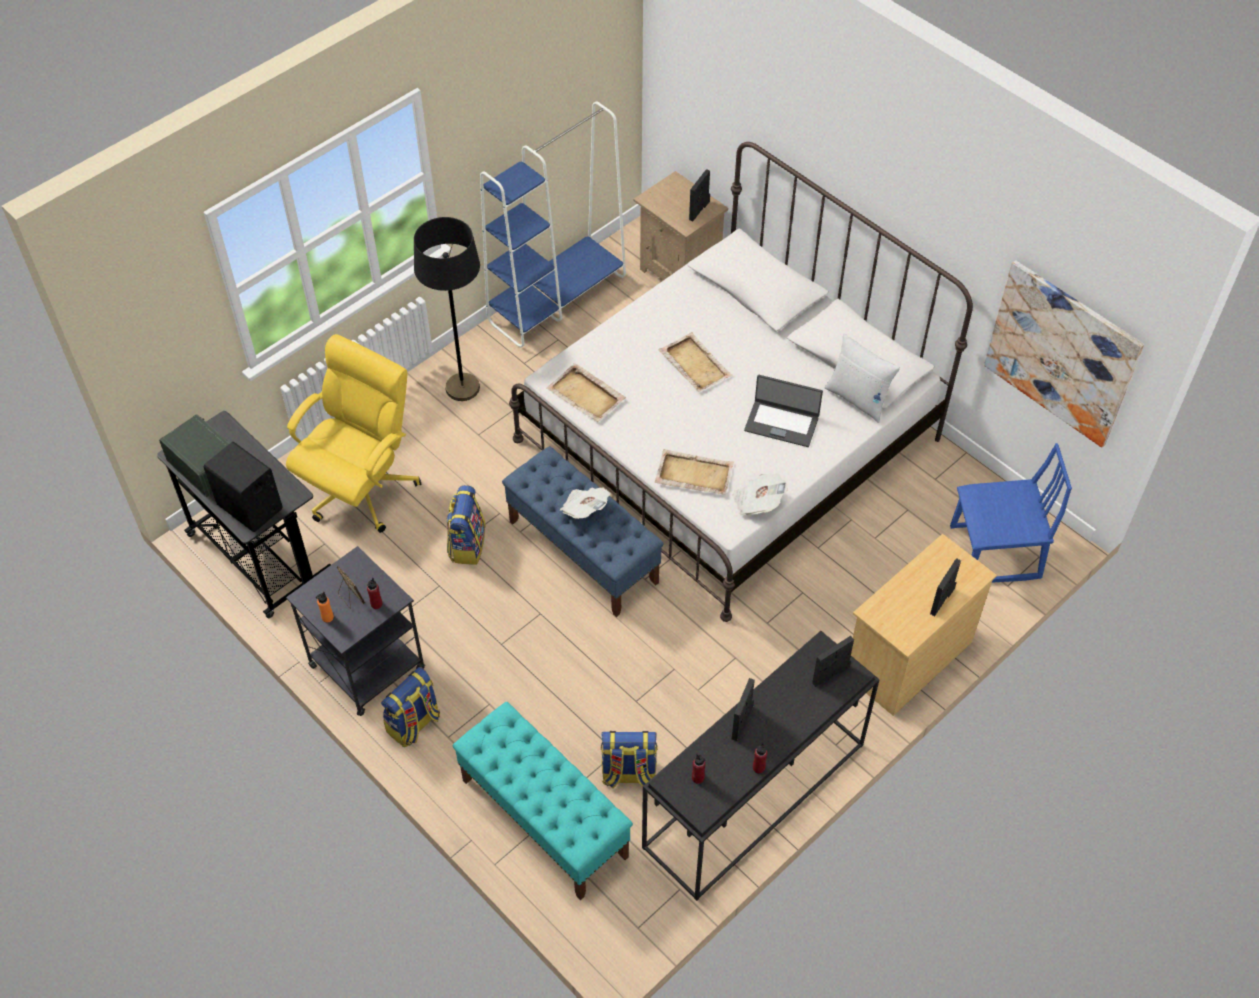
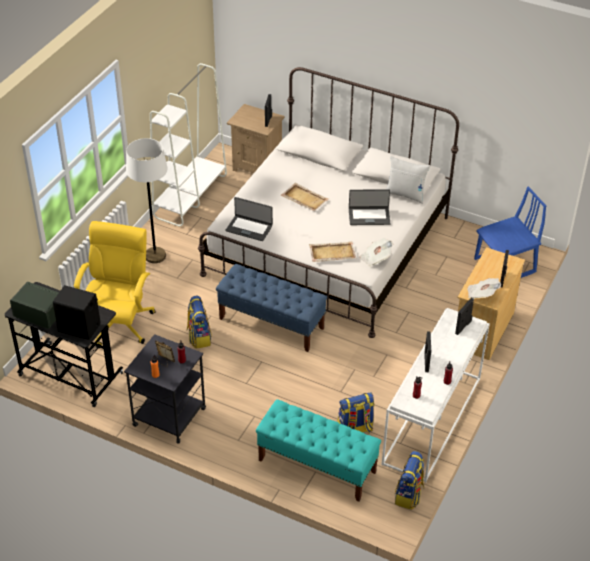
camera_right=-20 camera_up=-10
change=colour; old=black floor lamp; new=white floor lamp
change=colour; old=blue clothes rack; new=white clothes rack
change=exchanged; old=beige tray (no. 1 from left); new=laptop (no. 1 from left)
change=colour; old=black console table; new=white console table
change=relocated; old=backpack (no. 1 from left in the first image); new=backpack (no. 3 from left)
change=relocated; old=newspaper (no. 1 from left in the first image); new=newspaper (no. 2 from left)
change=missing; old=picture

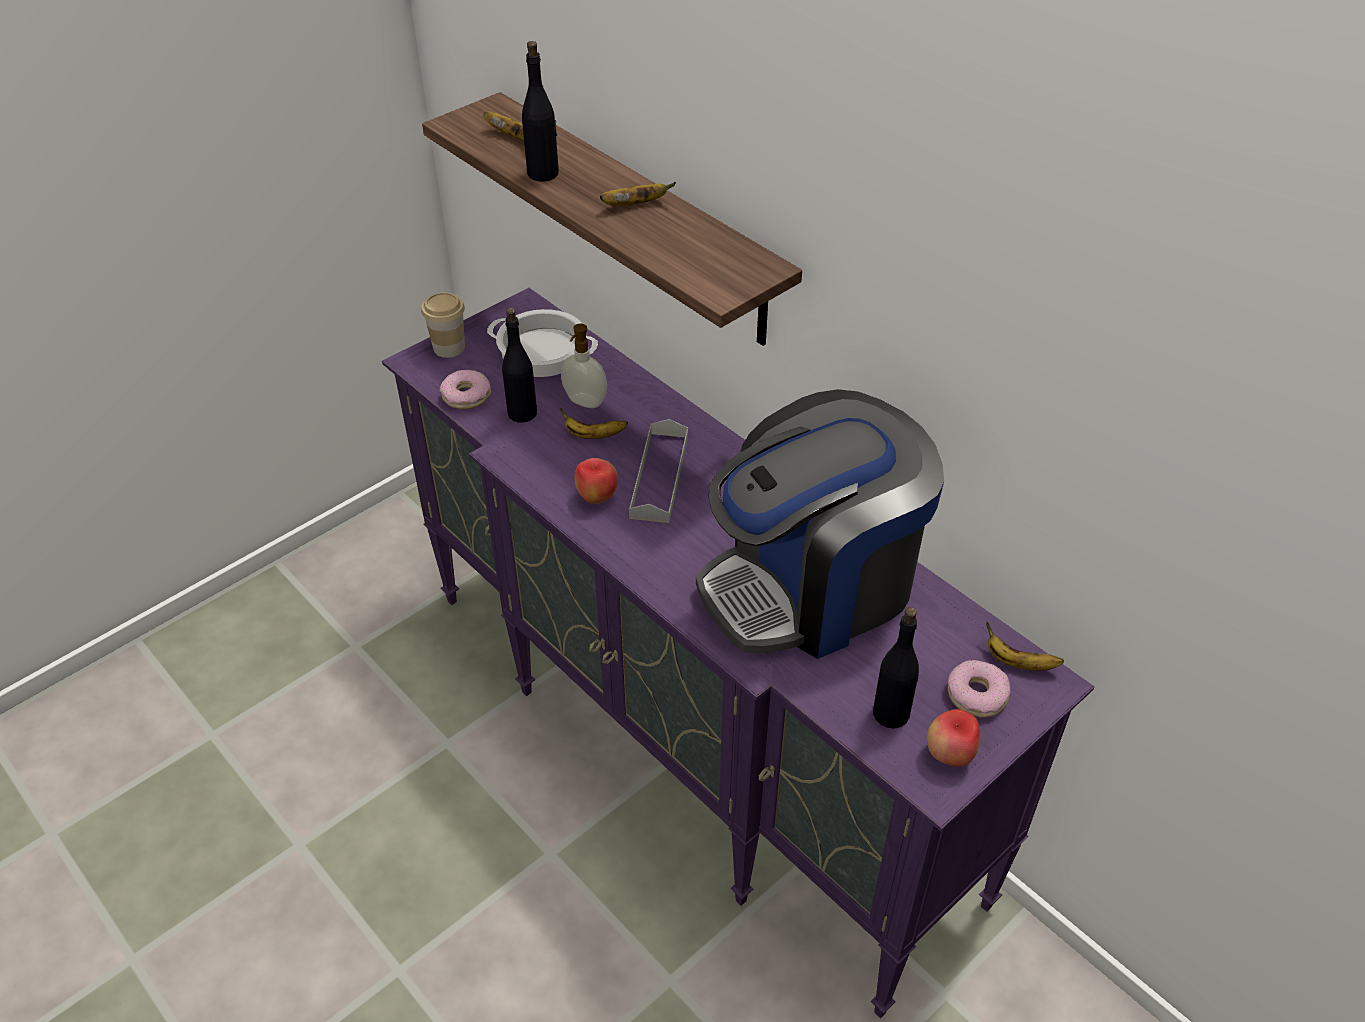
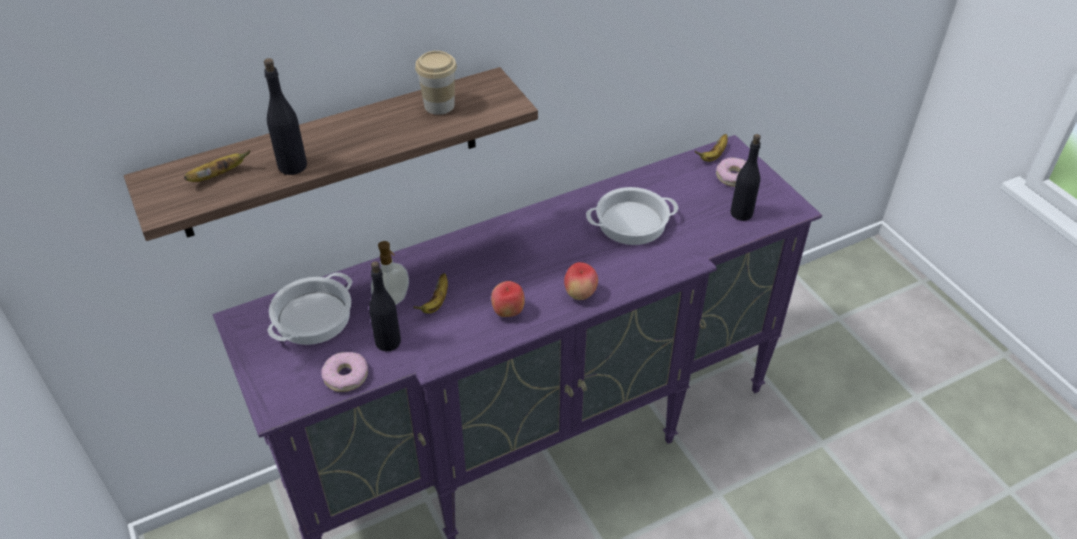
camera_right=-75 camera_up=0
change=relocated; old=cup
change=relocated; old=apple (no. 2 from left)
change=exchanged; old=coffee machine; new=cooking pot (no. 2 from left)
change=missing; old=banana (no. 3 from left)
change=missing; old=grey tray

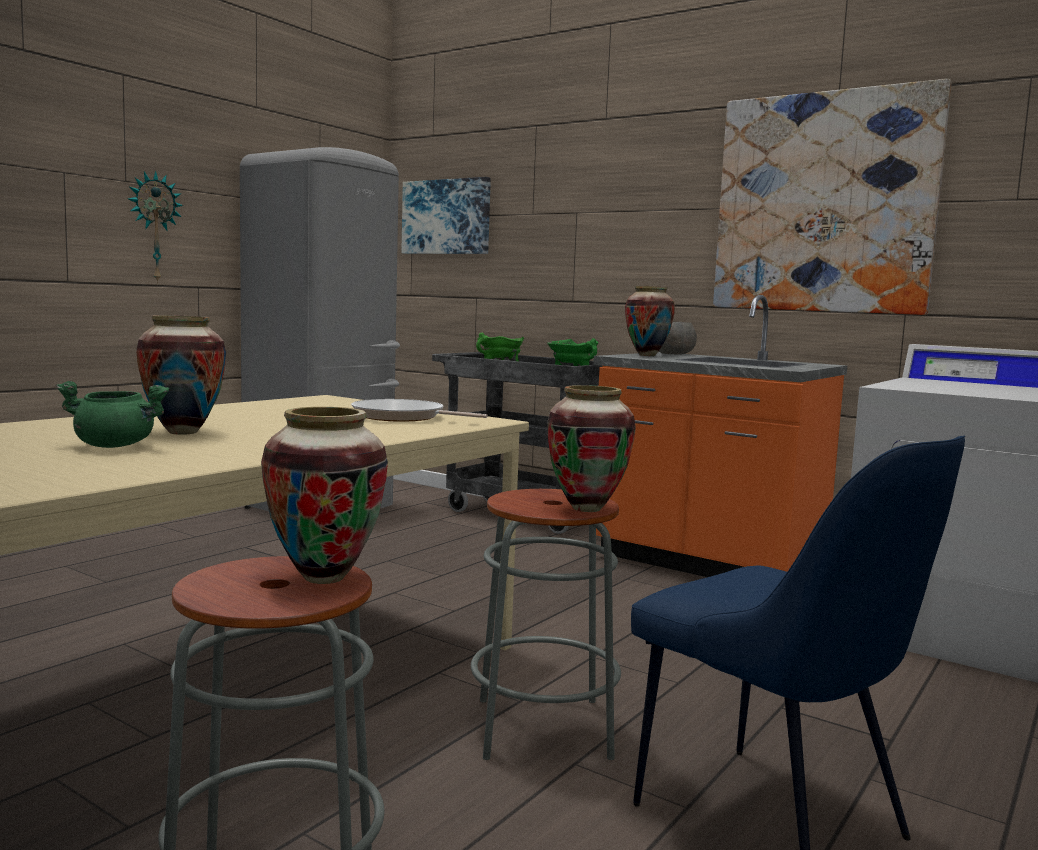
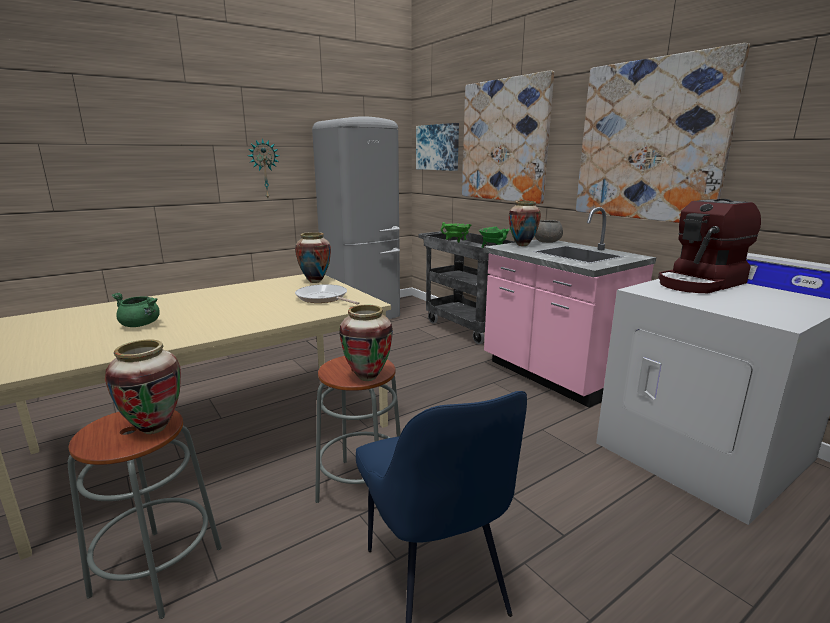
camera_right=20 camera_up=10
change=relocated; old=vase (no. 1 from left in the first image); new=vase (no. 2 from left)
change=appeared; new=picture (no. 2 from left)
change=colour; old=orange counter; new=pink counter
change=appeared; new=coffee machine

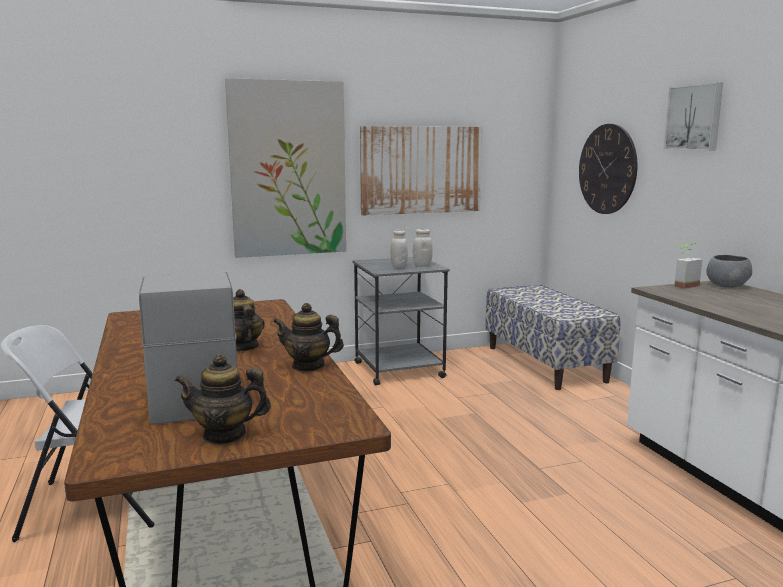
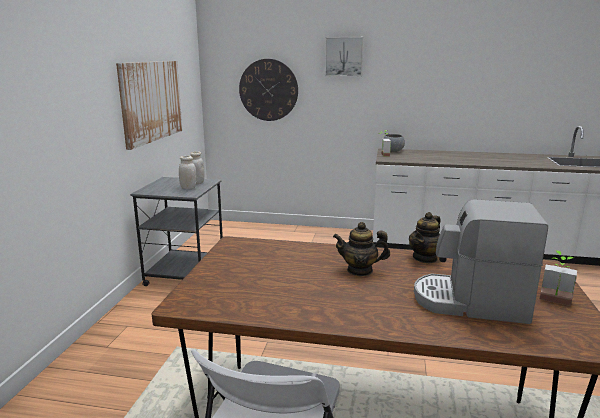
camera_right=-60 camera_up=5
change=exchanged; old=teapot (no. 1 from left); new=potted plant (no. 2 from left)
change=missing; old=picture (no. 1 from left)
change=missing; old=bench

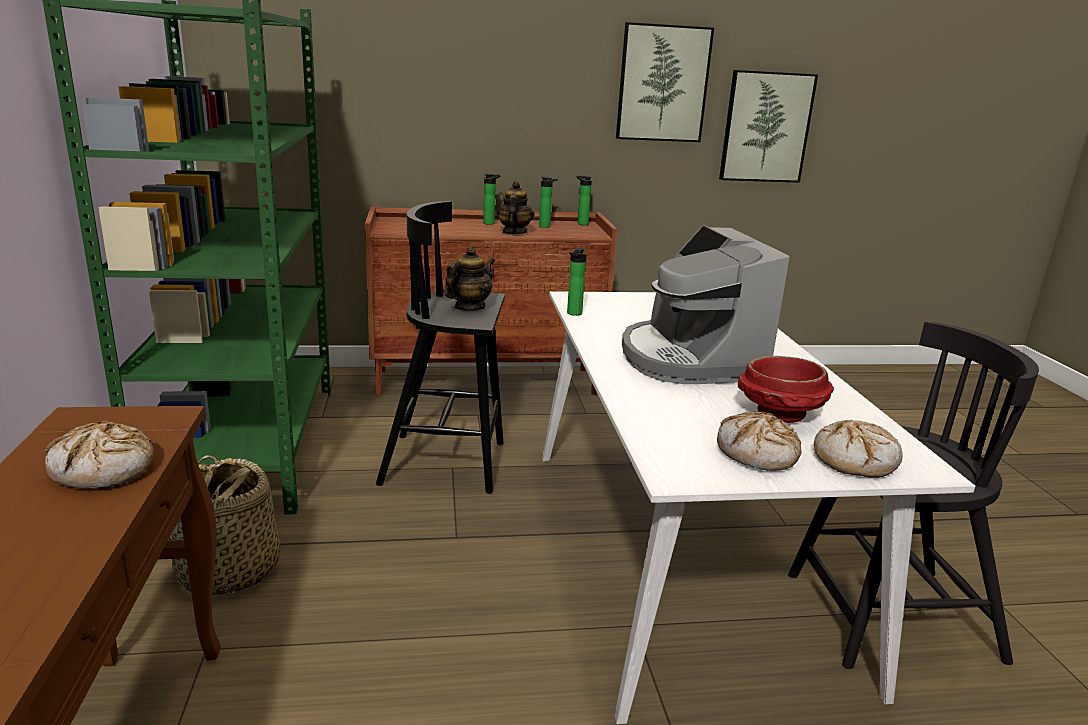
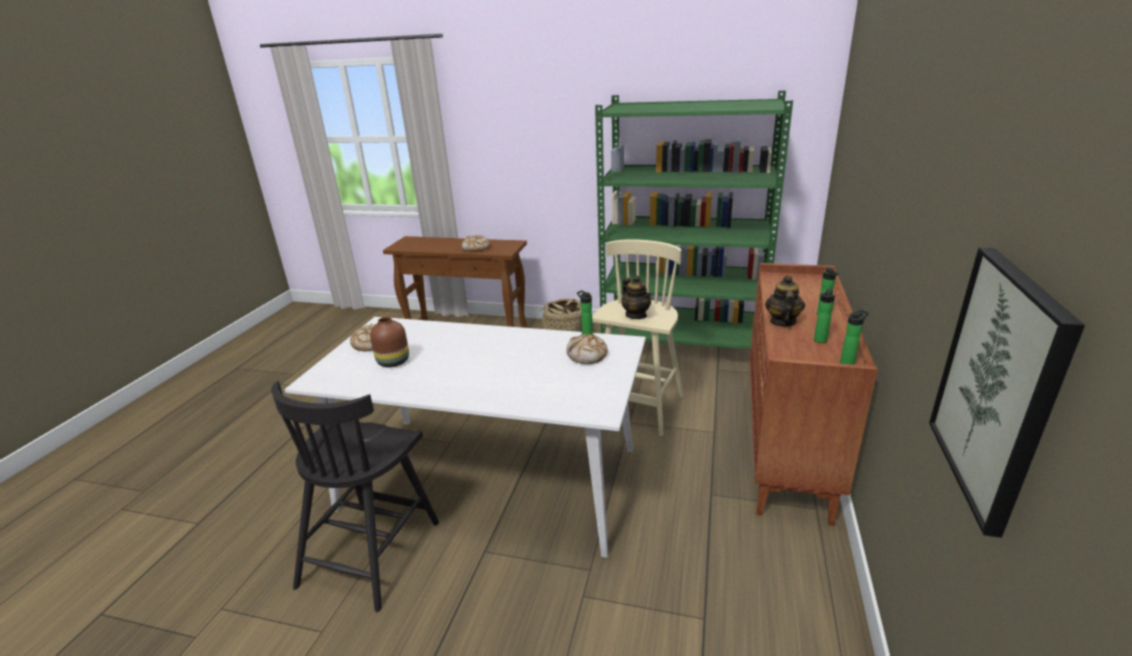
camera_right=115 camera_up=5
change=exchanged; old=red bowl; new=brown vase
change=relocated; old=bread (no. 3 from left)
change=colour; old=black stool; new=beige stool
change=spun; old=teapot (no. 2 from left); degrees=-105
change=missing; old=picture (no. 1 from left)
change=missing; old=coffee machine

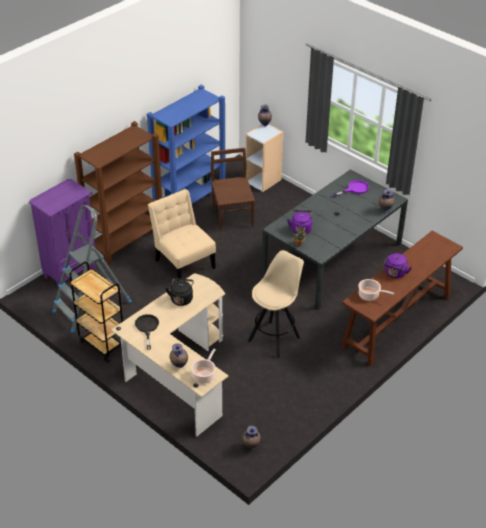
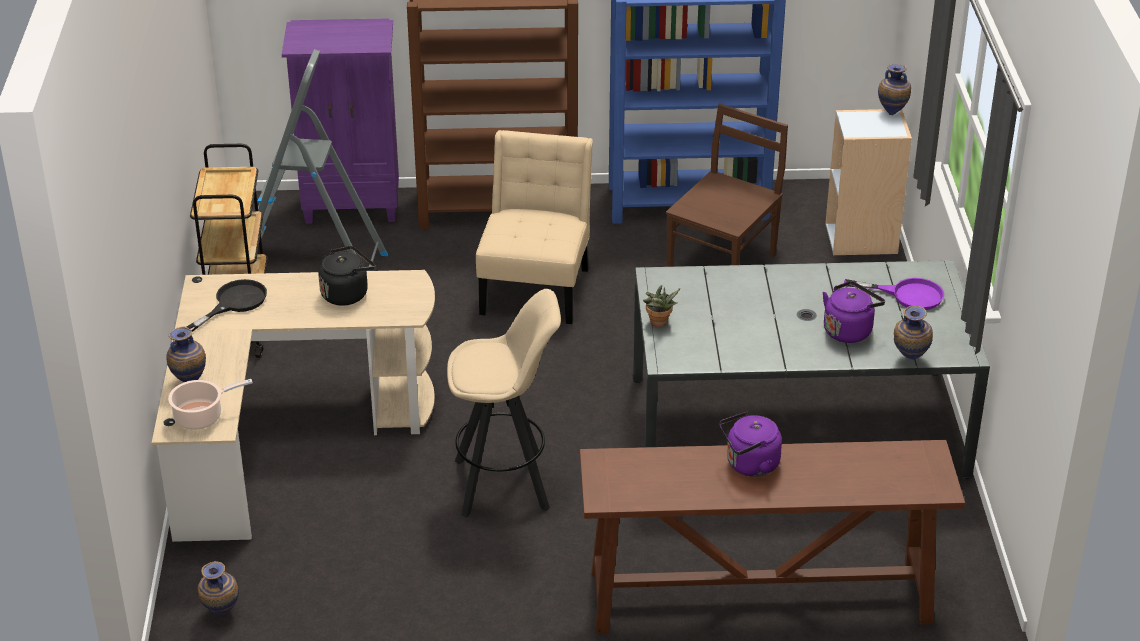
camera_right=45 camera_up=-5
change=relocated; old=purple kettle (no. 1 from left in the first image); new=purple kettle (no. 2 from left)
change=missing; old=cooking pot (no. 2 from left)

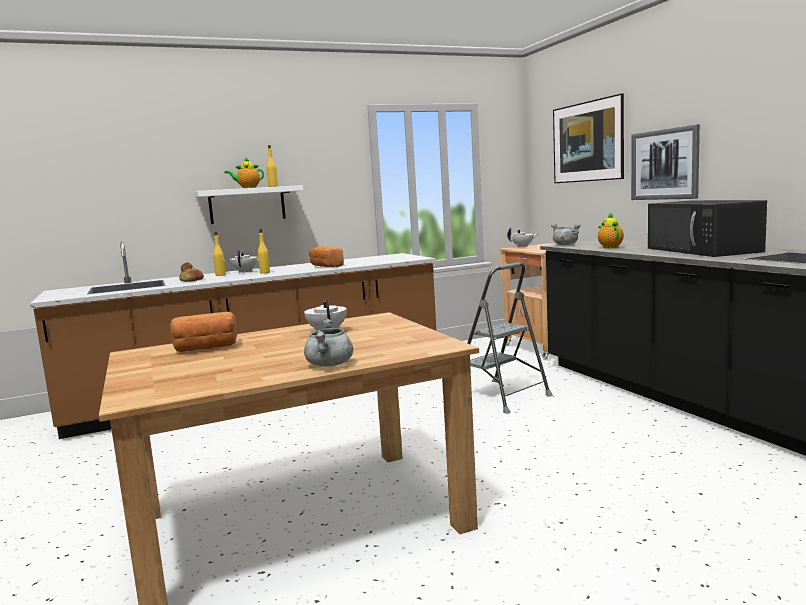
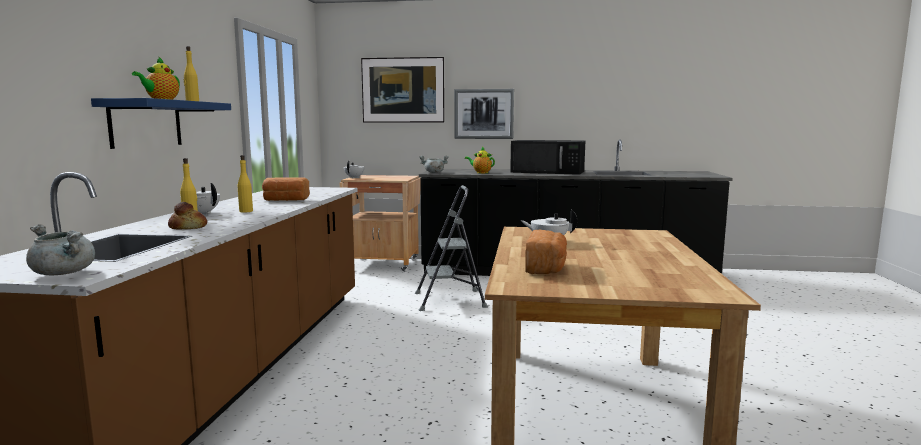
camera_right=-60 camera_up=0
change=relocated; old=grey cooking pot (no. 1 from left)
change=colour; old=white shelf; new=blue shelf

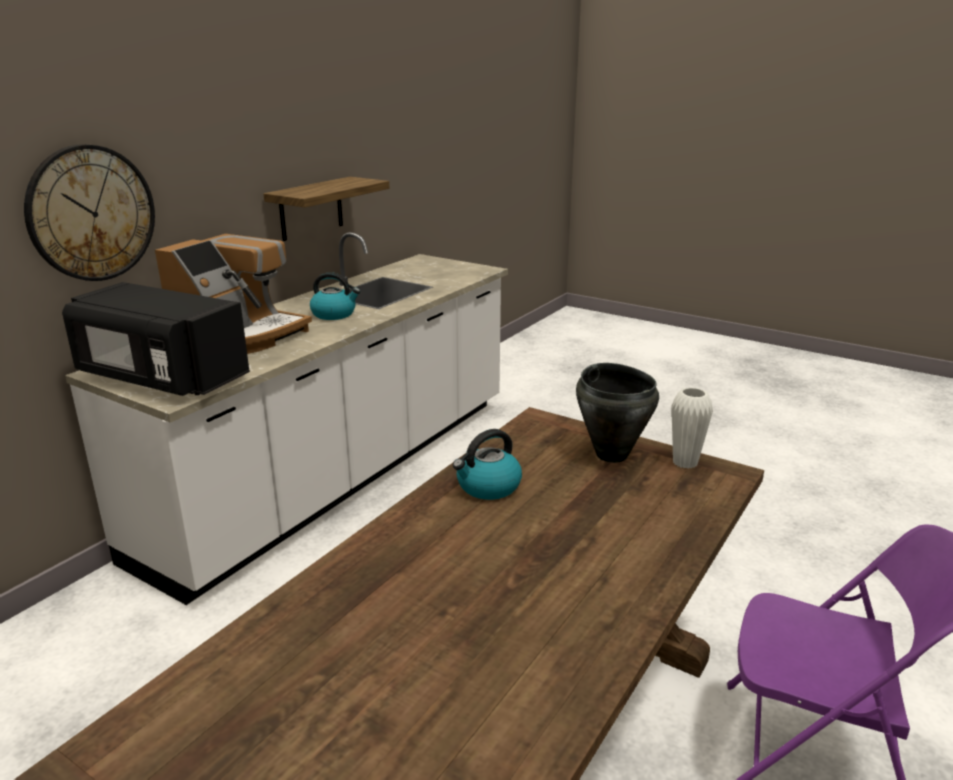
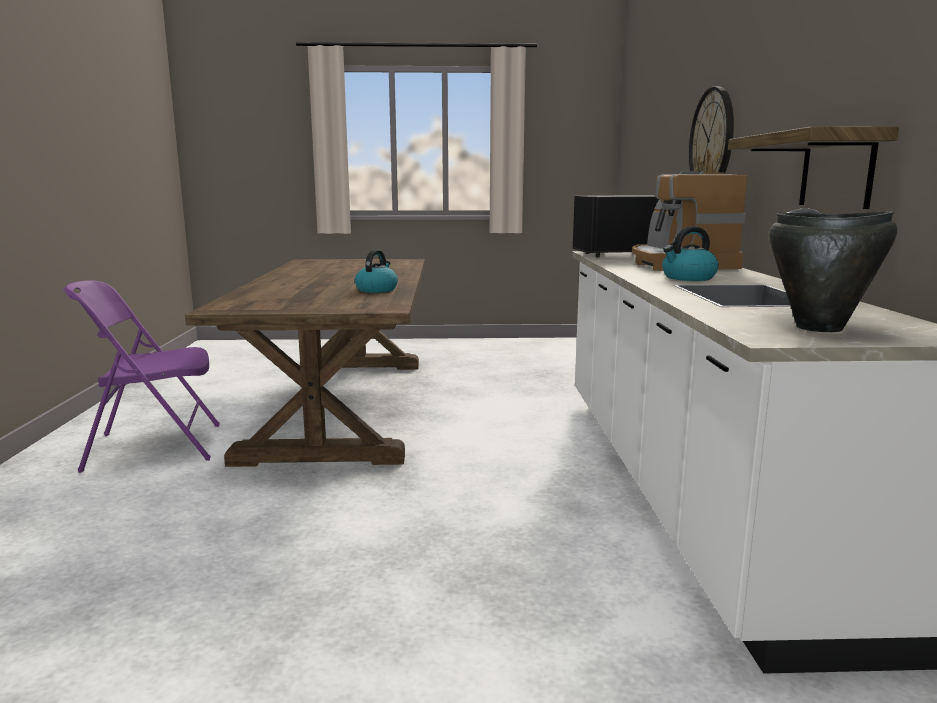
camera_right=145 camera_up=-10
change=relocated; old=black cooking pot
change=missing; old=white vase

